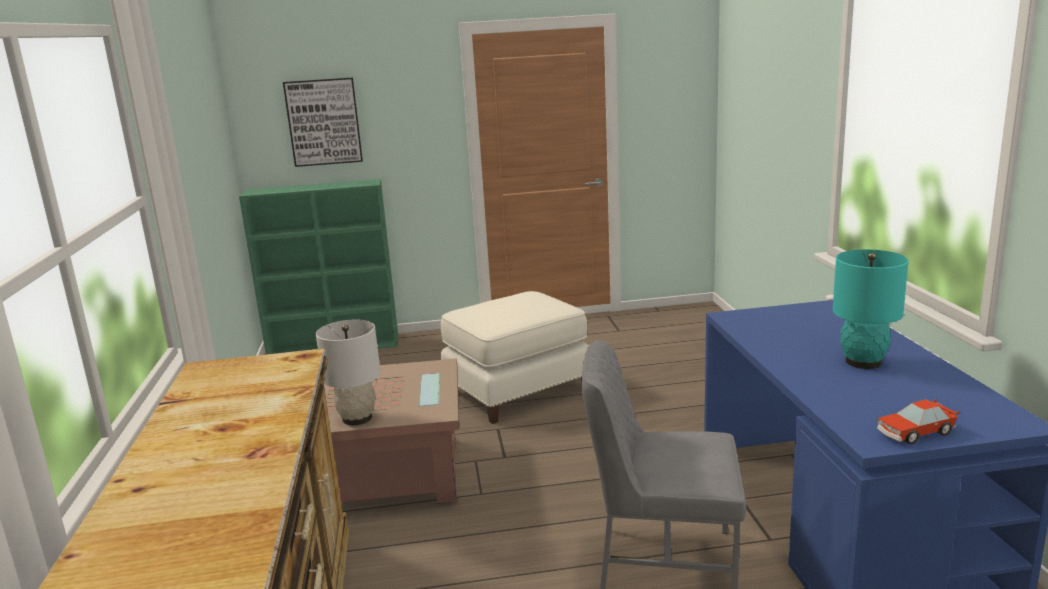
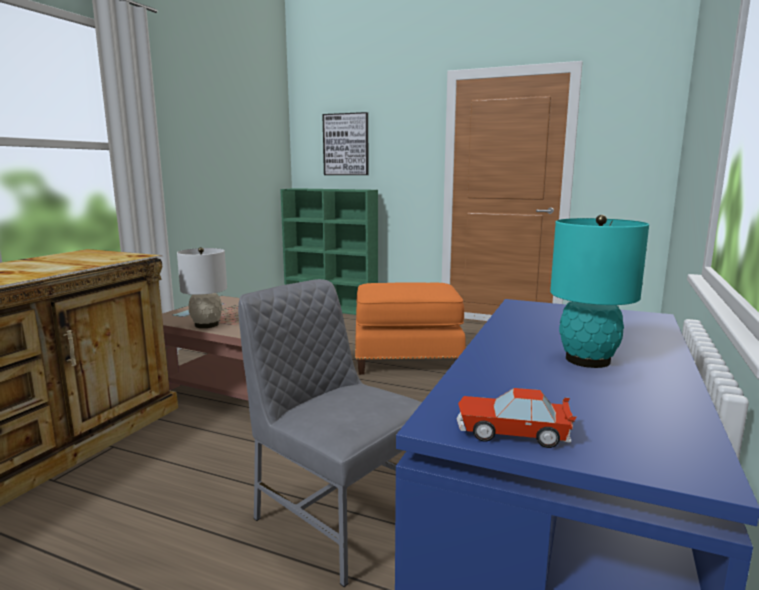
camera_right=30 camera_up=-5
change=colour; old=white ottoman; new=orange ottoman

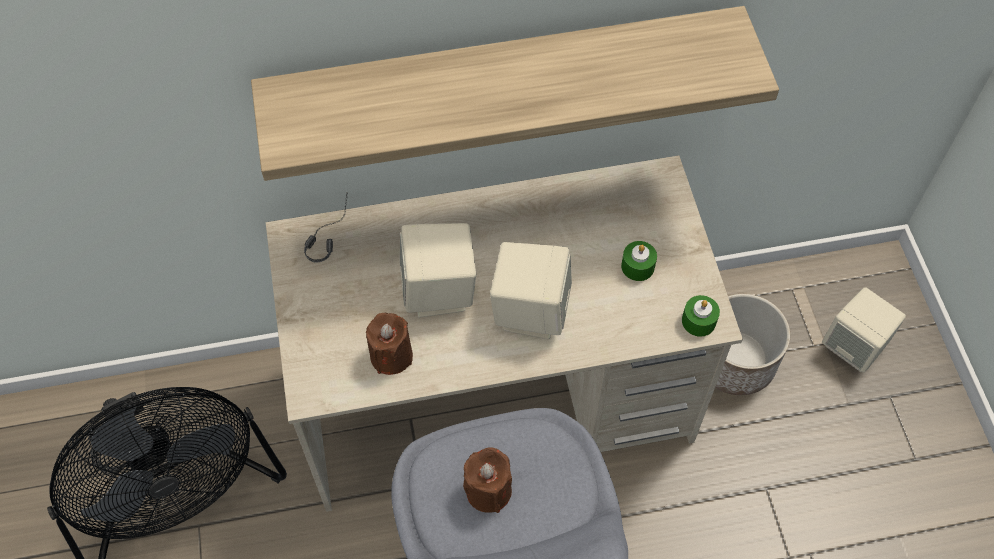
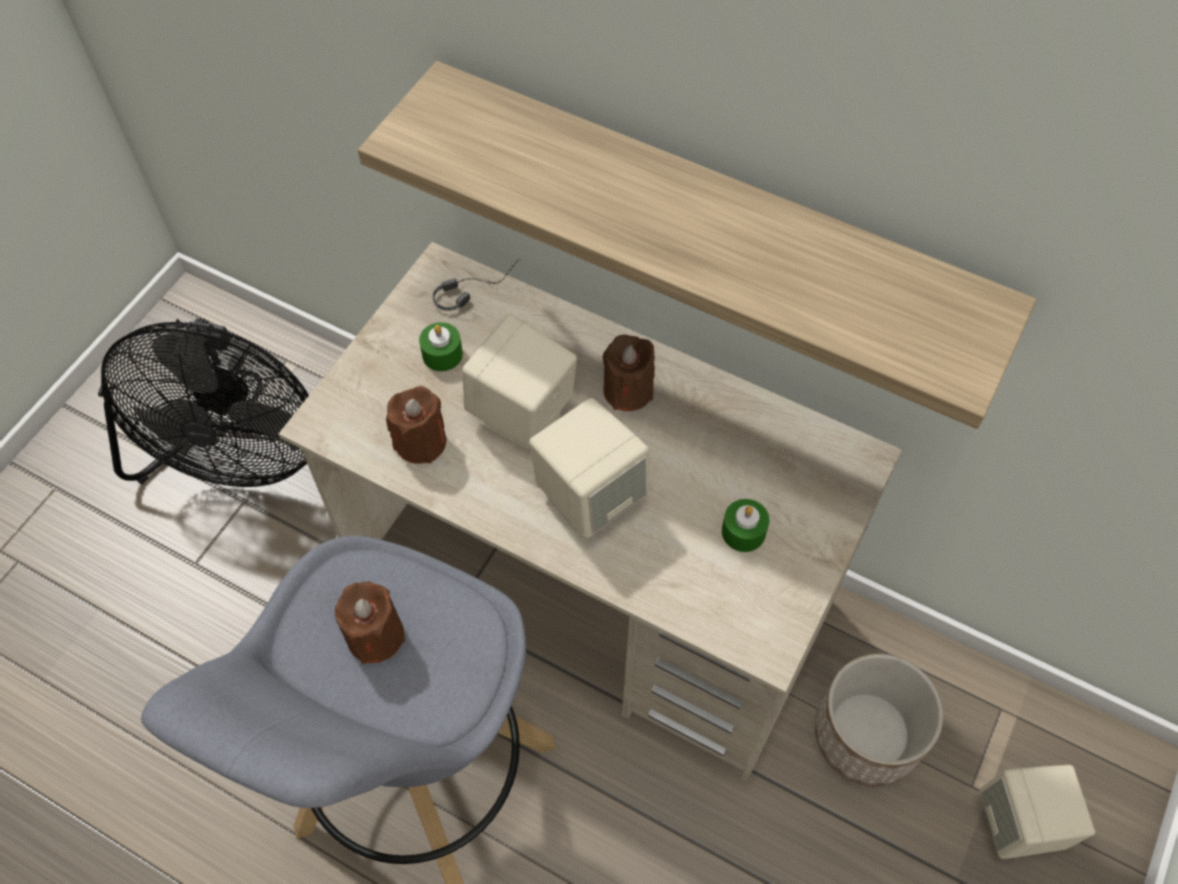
camera_right=40 camera_up=0
change=relocated; old=green candle (no. 2 from left in the first image); new=green candle (no. 1 from left)
change=appeared; new=brown candle (no. 3 from left)

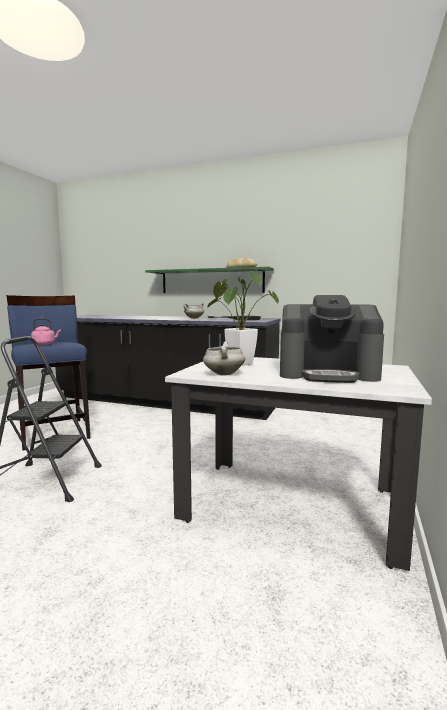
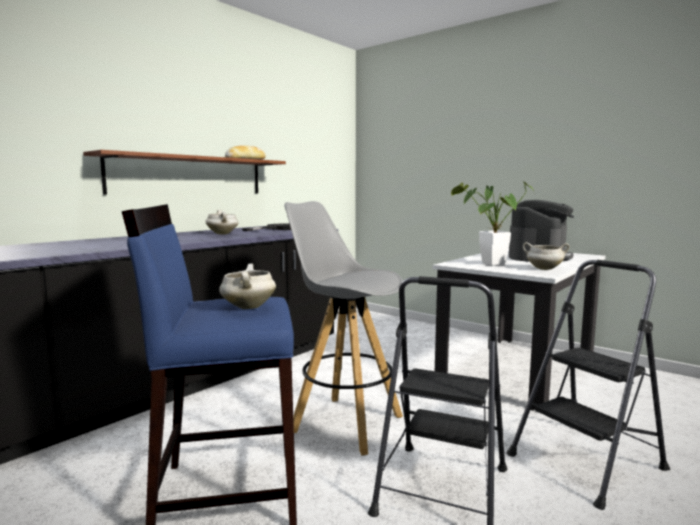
camera_right=-70 camera_up=0
change=colour; old=green shelf; new=brown shelf
change=exchanged; old=pink kettle; new=white cooking pot (no. 2 from left)
change=appeared; new=grey stool
change=appeared; new=black step ladder (no. 2 from left)

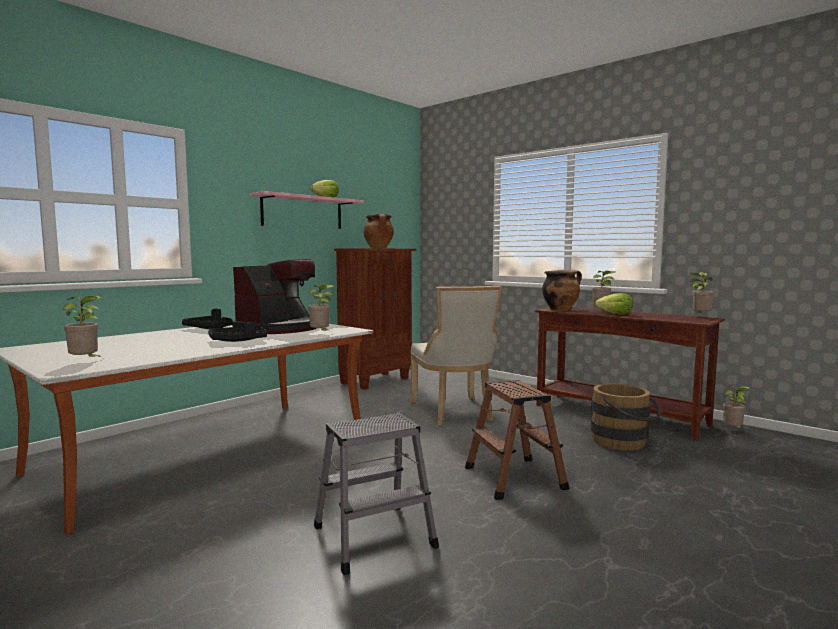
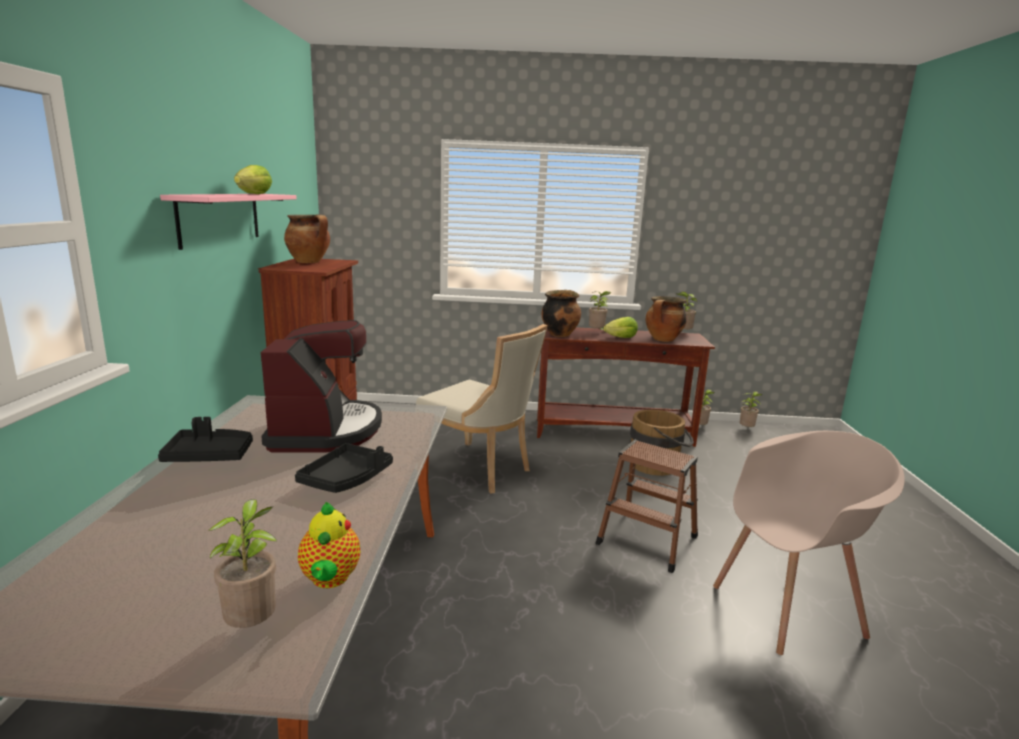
camera_right=-40 camera_up=10
change=appeared; new=teapot
change=appeared; new=cooking pot (no. 3 from left)
change=appeared; new=beige chair (no. 2 from left)
change=relocated; old=potted plant (no. 2 from left in the first image); new=potted plant (no. 5 from left)
change=missing; old=grey step ladder

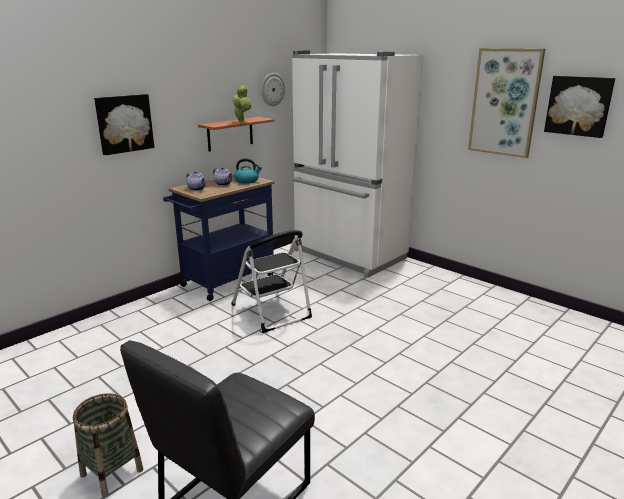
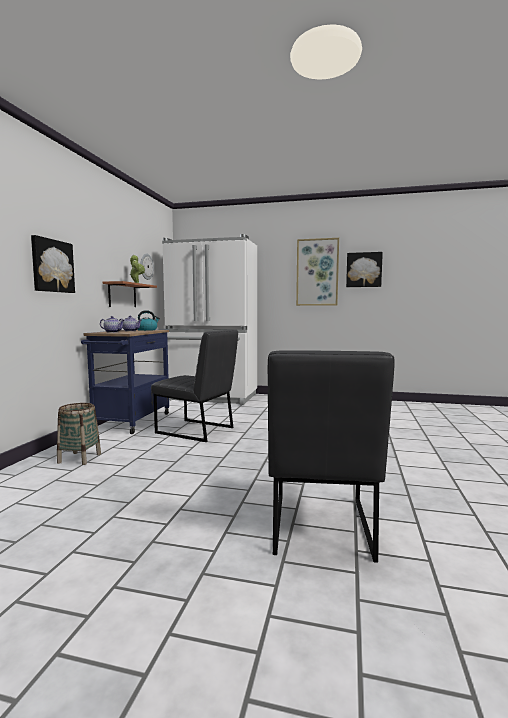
camera_right=-30 camera_up=-15
change=relocated; old=basket
change=exchanged; old=step ladder; new=grey chair (no. 1 from left)

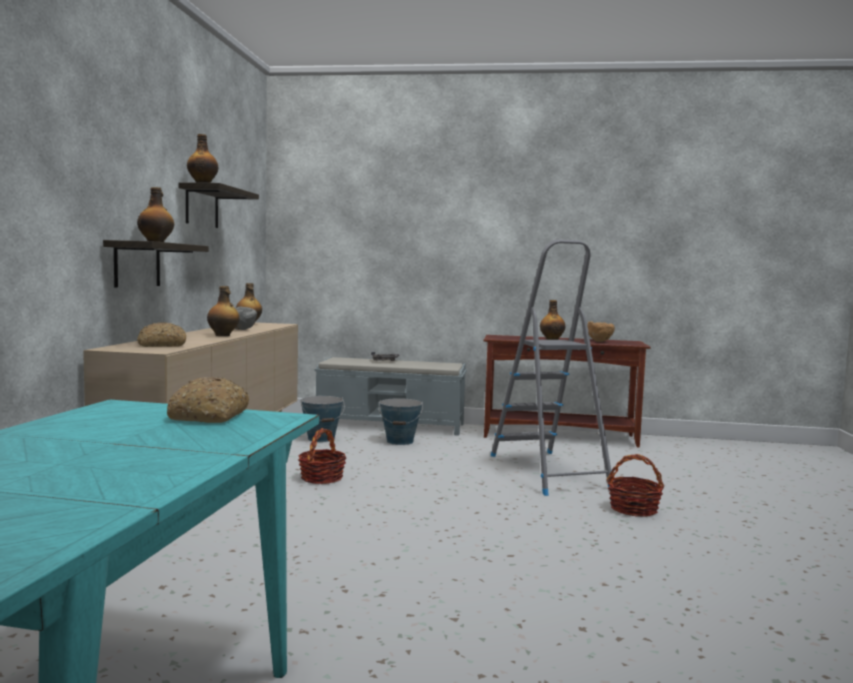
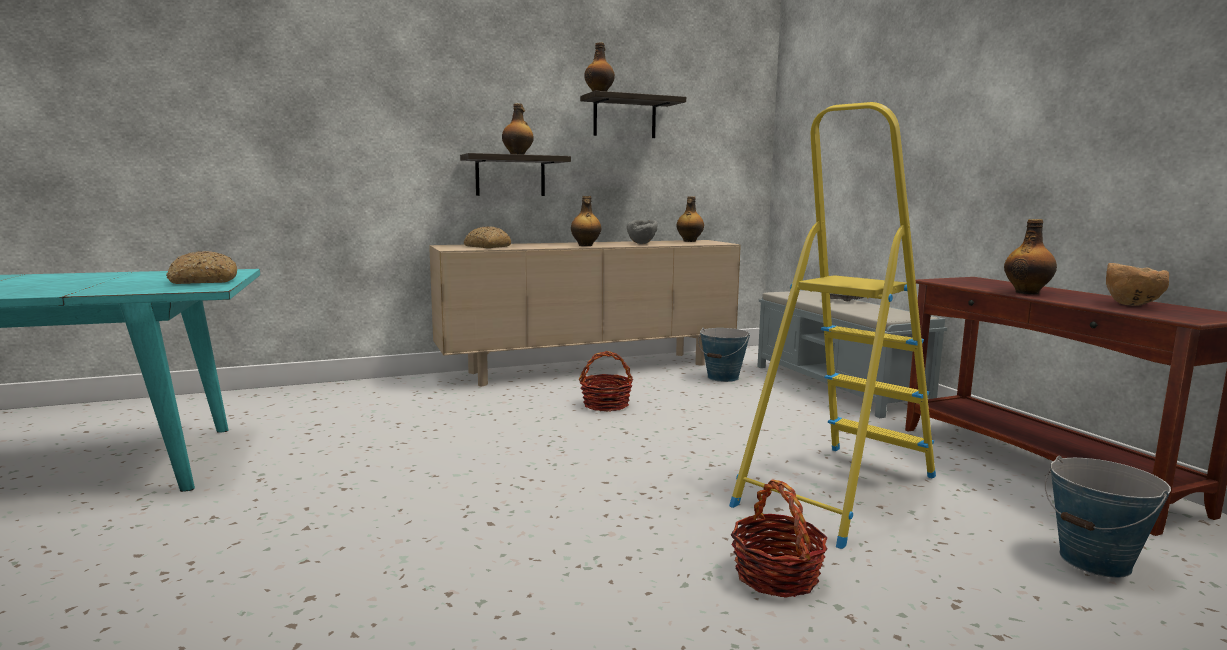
camera_right=60 camera_up=5
change=colour; old=grey step ladder; new=yellow step ladder
change=relocated; old=bucket (no. 2 from left)

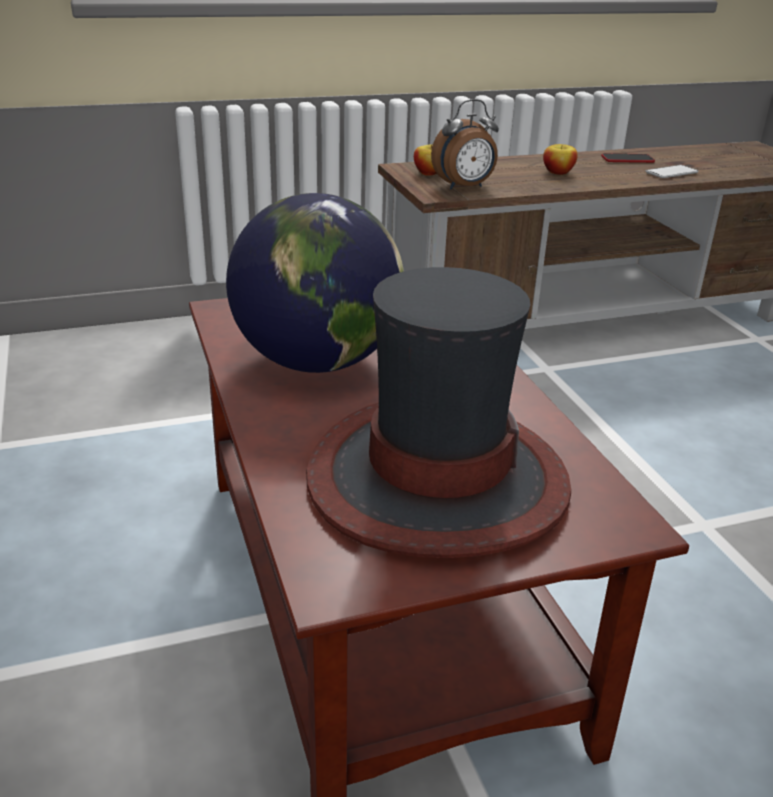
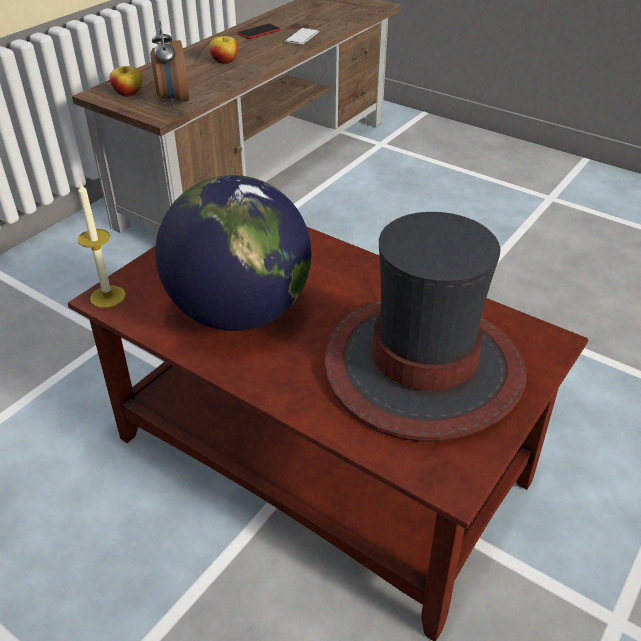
camera_right=-35 camera_up=10
change=appeared; new=candle
change=spun; old=alarm clock; degrees=135

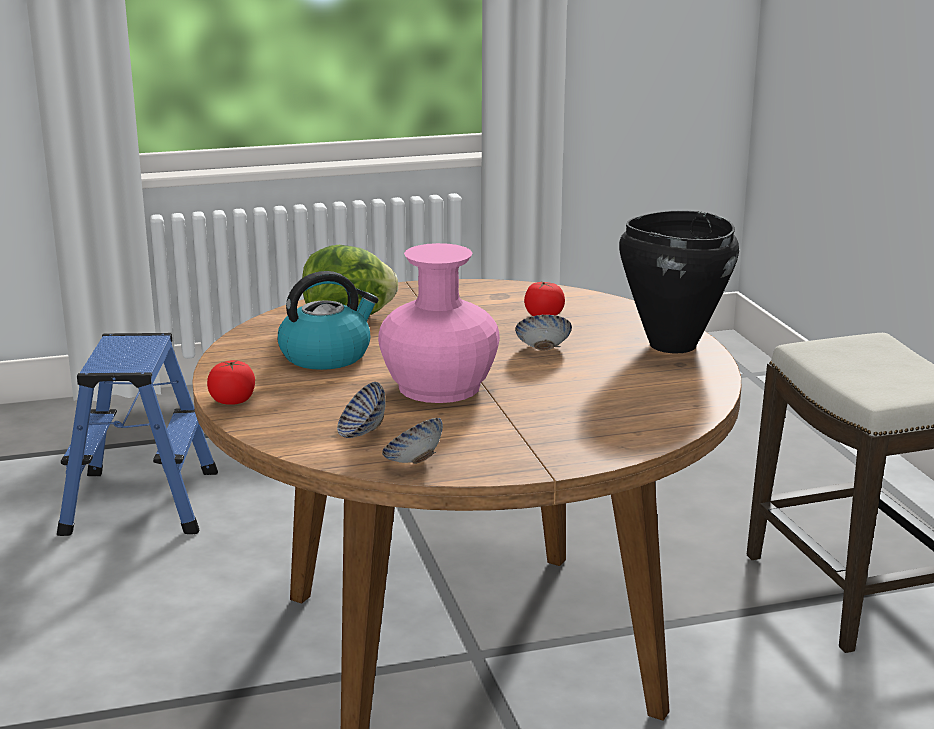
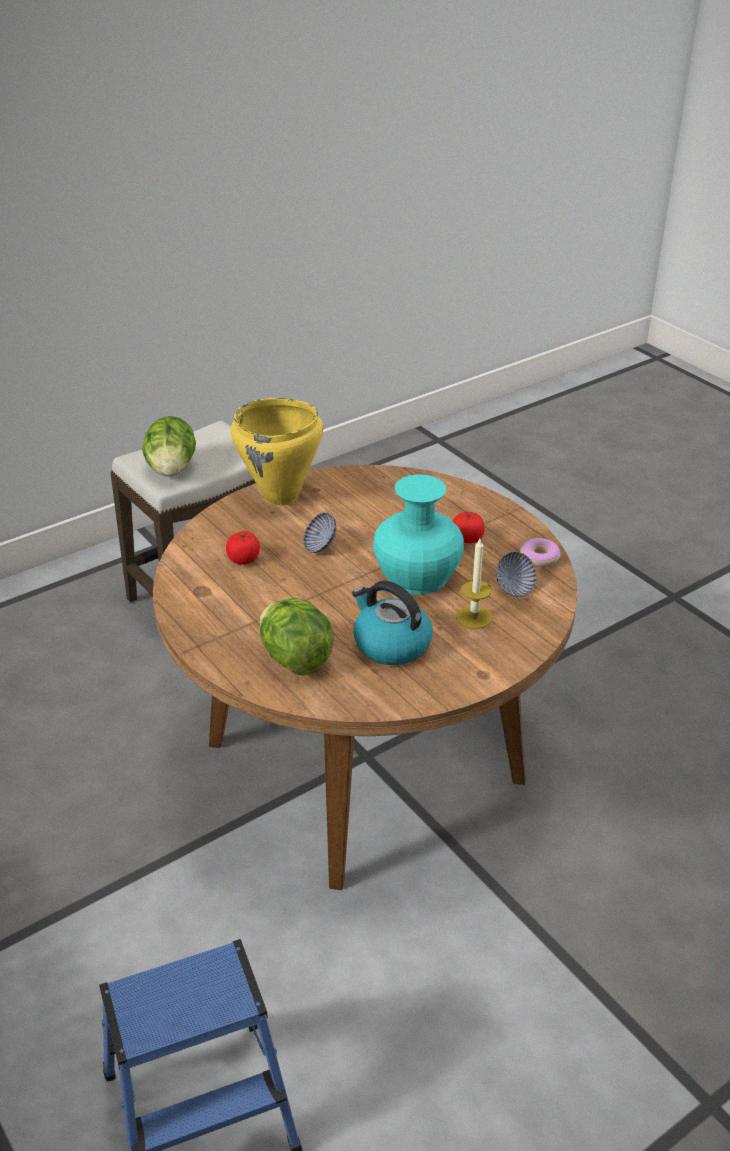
camera_right=-110 camera_up=15
change=appeared; new=lettuce (no. 1 from left)
change=colour; old=black cooking pot; new=yellow cooking pot
change=colour; old=pink vase; new=turquoise vase
change=relocated; old=tomato (no. 1 from left in the first image); new=tomato (no. 2 from left)
change=appeared; new=candle
change=exchanged; old=bowl (no. 2 from left); new=donut

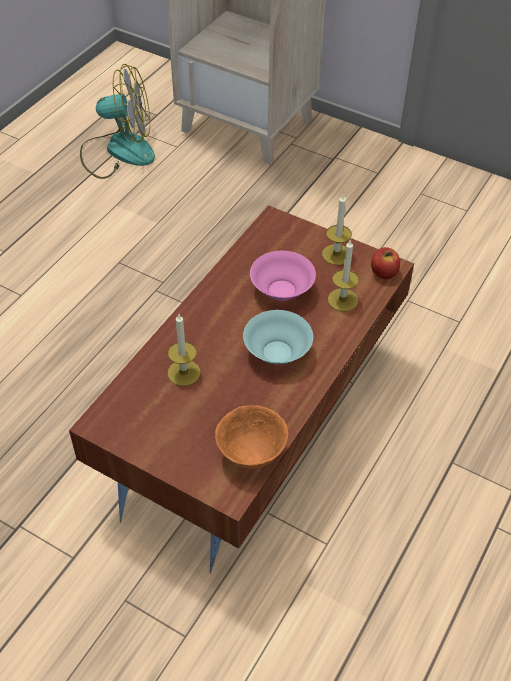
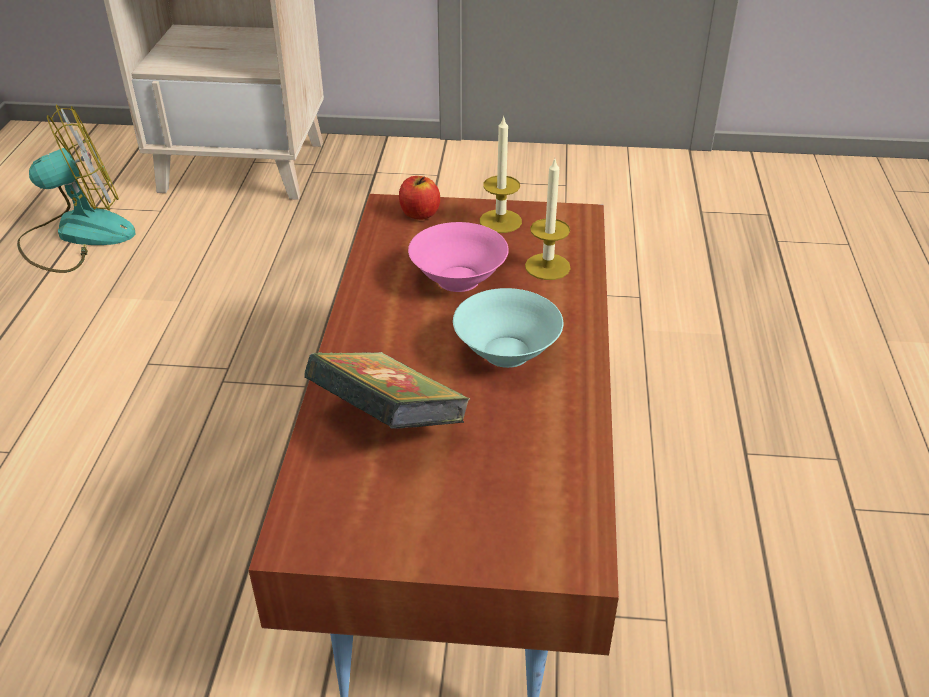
camera_right=-25 camera_up=-10
change=exchanged; old=candle (no. 1 from left); new=book
change=relocated; old=apple
change=missing; old=orange bowl

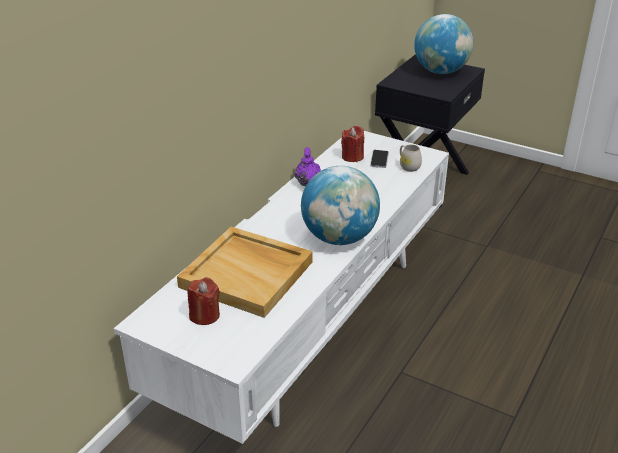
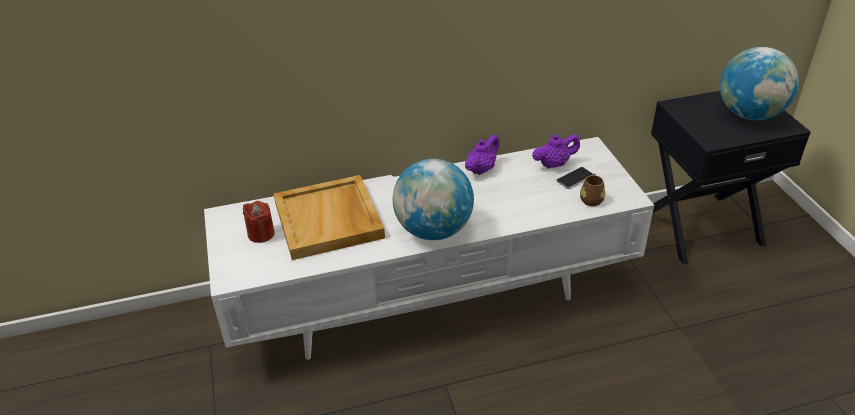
camera_right=45 camera_up=5
change=exchanged; old=red candle (no. 2 from left); new=purple teapot (no. 2 from left)
change=colour; old=white mug; new=brown mug

